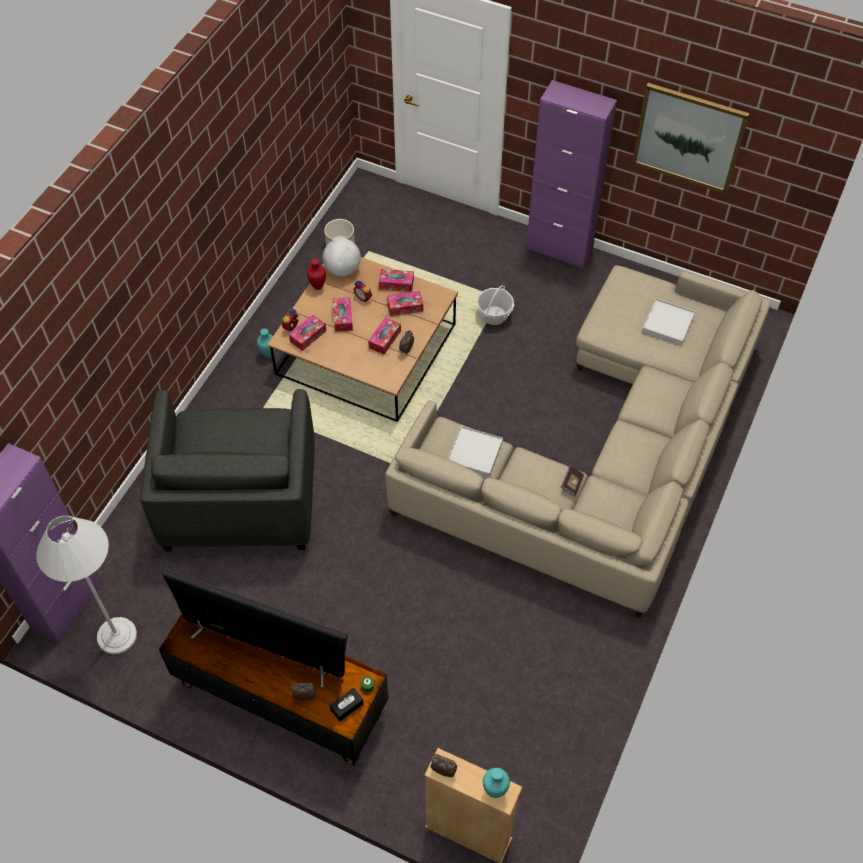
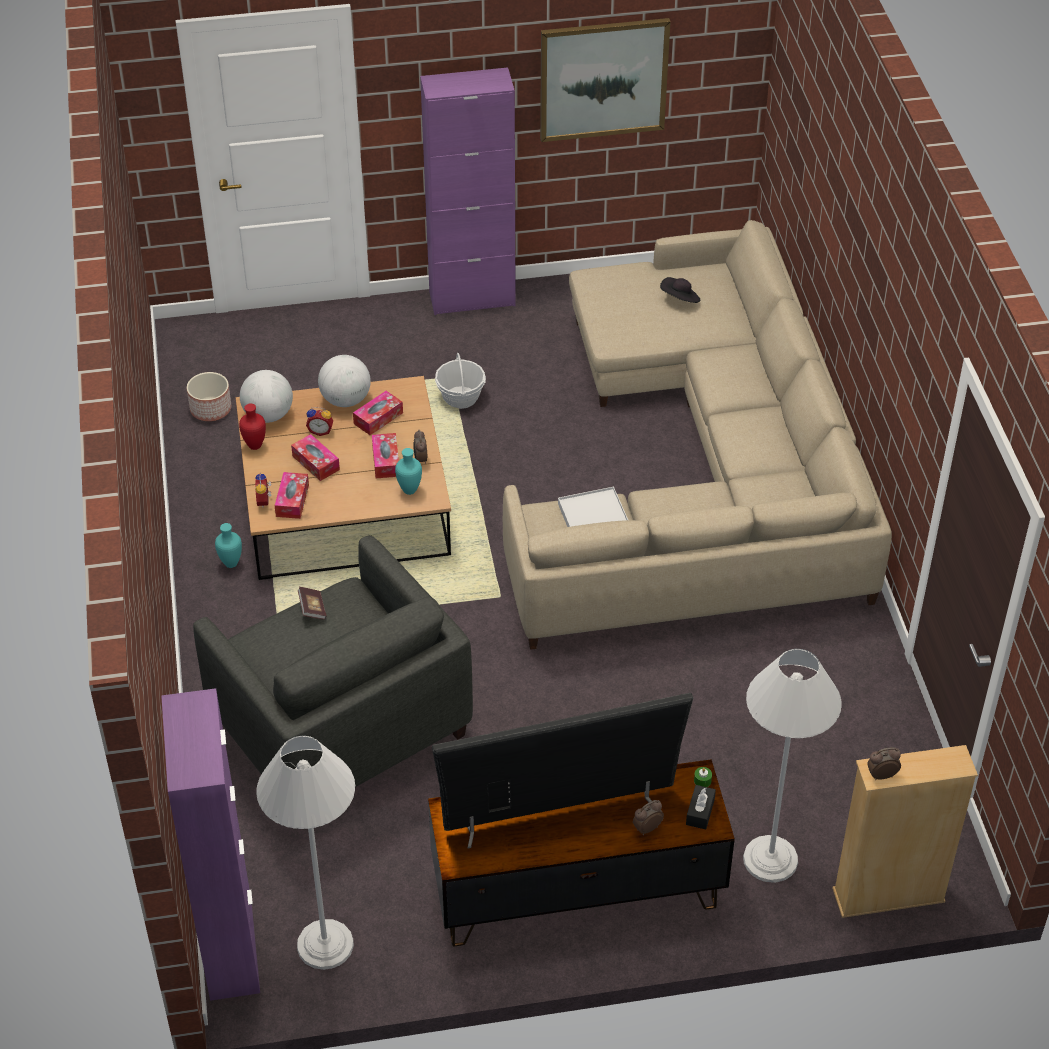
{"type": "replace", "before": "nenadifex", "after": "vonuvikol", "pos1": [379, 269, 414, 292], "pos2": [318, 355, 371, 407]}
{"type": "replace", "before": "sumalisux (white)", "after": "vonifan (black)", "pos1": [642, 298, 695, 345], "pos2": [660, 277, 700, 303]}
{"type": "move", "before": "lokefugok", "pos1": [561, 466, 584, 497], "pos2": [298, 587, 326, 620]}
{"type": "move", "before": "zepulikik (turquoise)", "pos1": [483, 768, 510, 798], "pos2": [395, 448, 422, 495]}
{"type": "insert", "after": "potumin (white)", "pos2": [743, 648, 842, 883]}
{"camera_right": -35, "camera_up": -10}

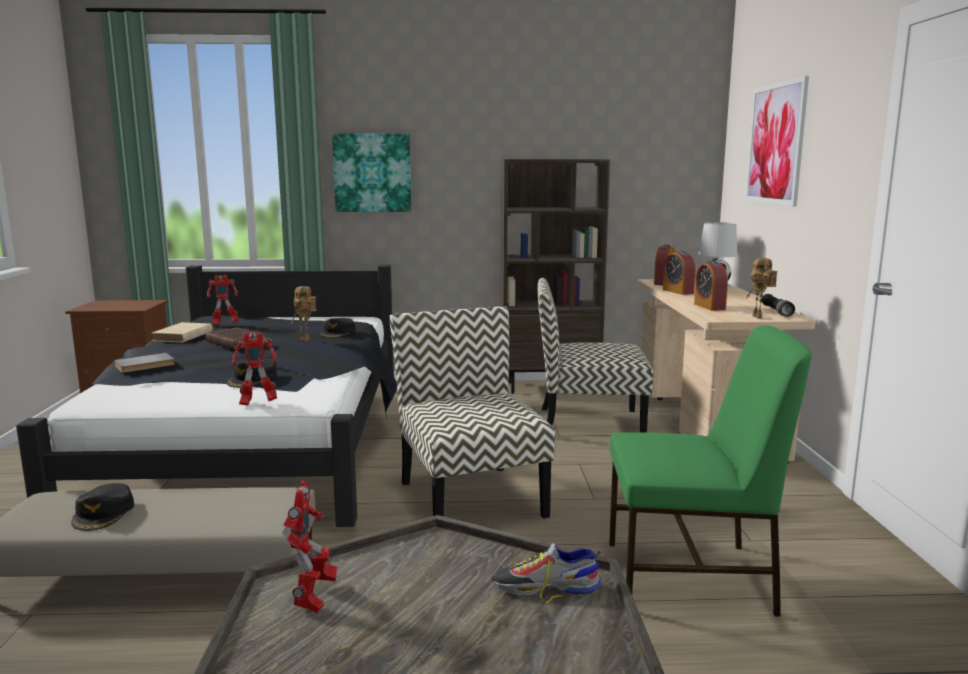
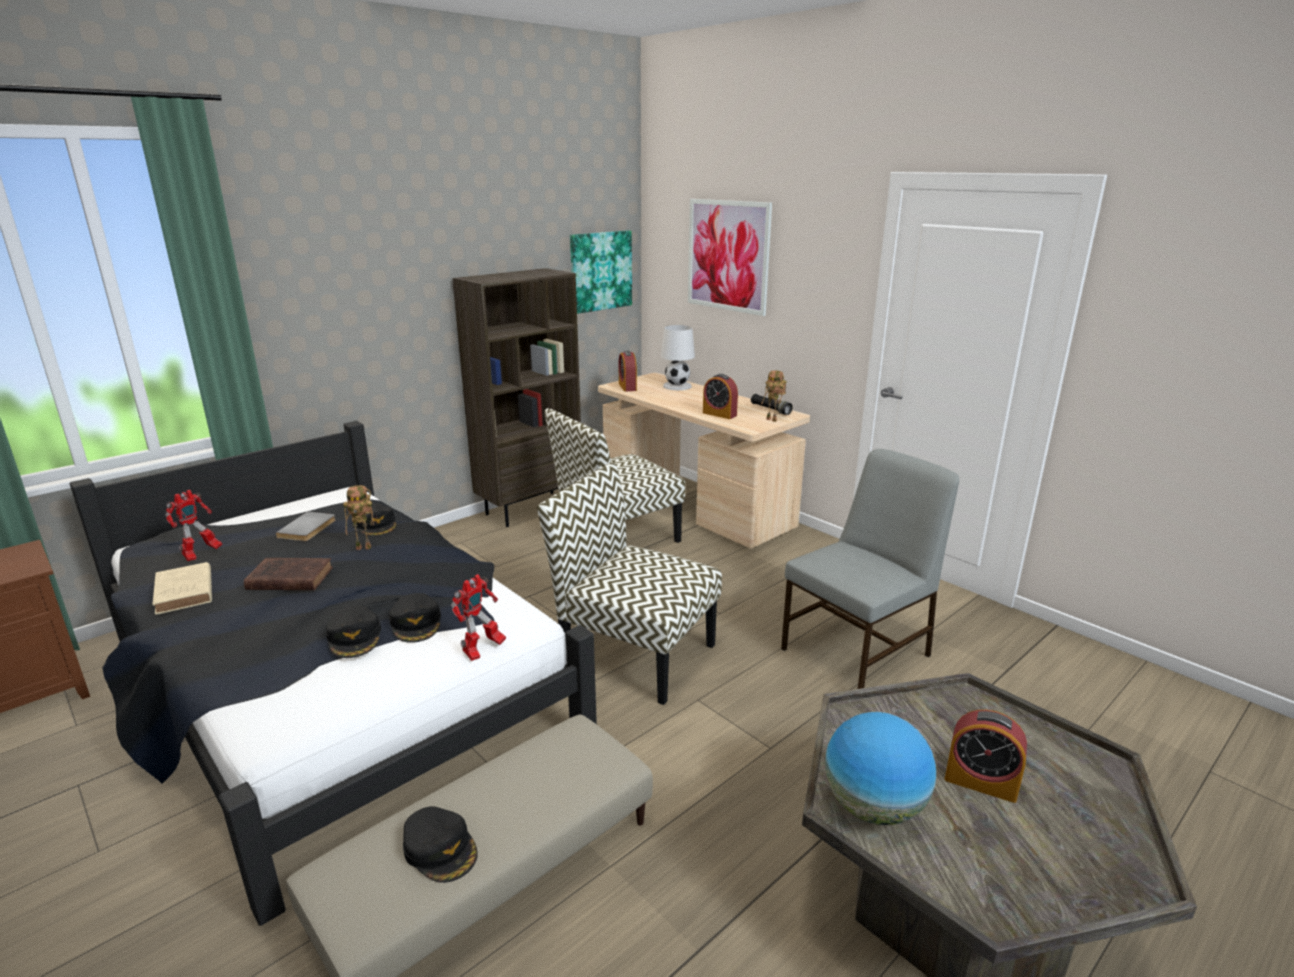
{"type": "move", "before": "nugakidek", "pos1": [332, 133, 412, 212], "pos2": [570, 230, 632, 314]}
{"type": "move", "before": "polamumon", "pos1": [663, 250, 696, 295], "pos2": [945, 710, 1027, 803]}
{"type": "recolor", "before": "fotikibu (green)", "after": "fotikibu (grey)", "pos1": [609, 325, 812, 617], "pos2": [781, 449, 959, 689]}
{"type": "move", "before": "lokefugok (grey)", "pos1": [114, 353, 175, 373], "pos2": [276, 512, 336, 541]}
{"type": "replace", "before": "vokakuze", "after": "vonuvikol", "pos1": [282, 480, 338, 613], "pos2": [825, 712, 936, 825]}
{"type": "delete", "before": "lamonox", "pos1": [492, 543, 601, 603]}
{"type": "insert", "after": "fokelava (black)", "pos2": [326, 606, 381, 658]}
{"camera_right": -40, "camera_up": 10}

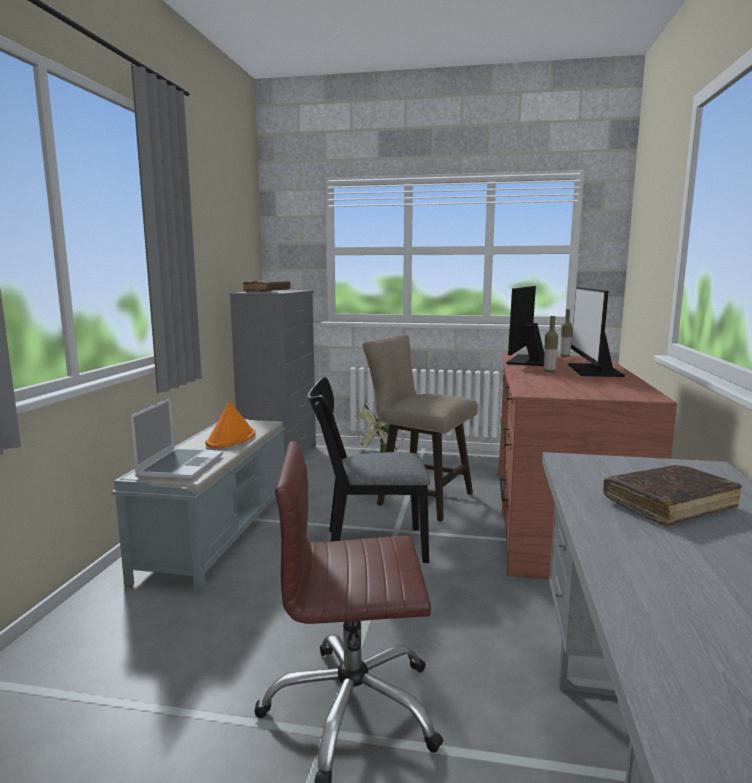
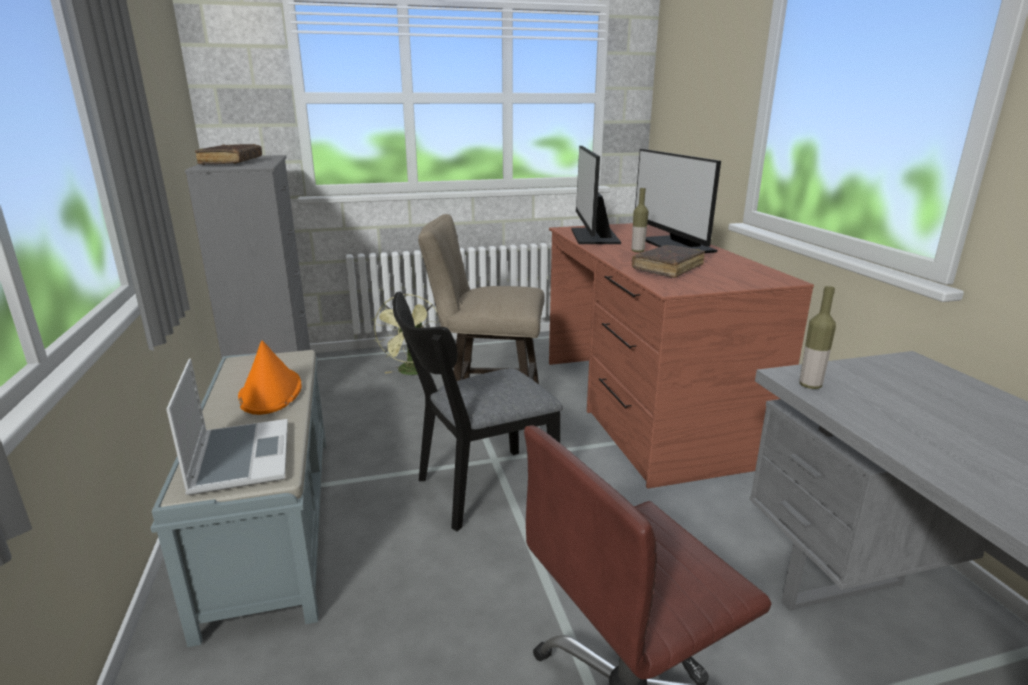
{"type": "move", "before": "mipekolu", "pos1": [560, 309, 573, 357], "pos2": [800, 286, 836, 389]}
{"type": "move", "before": "lokefugok (brown)", "pos1": [603, 465, 742, 526], "pos2": [632, 245, 705, 278]}
{"camera_right": -25, "camera_up": 10}

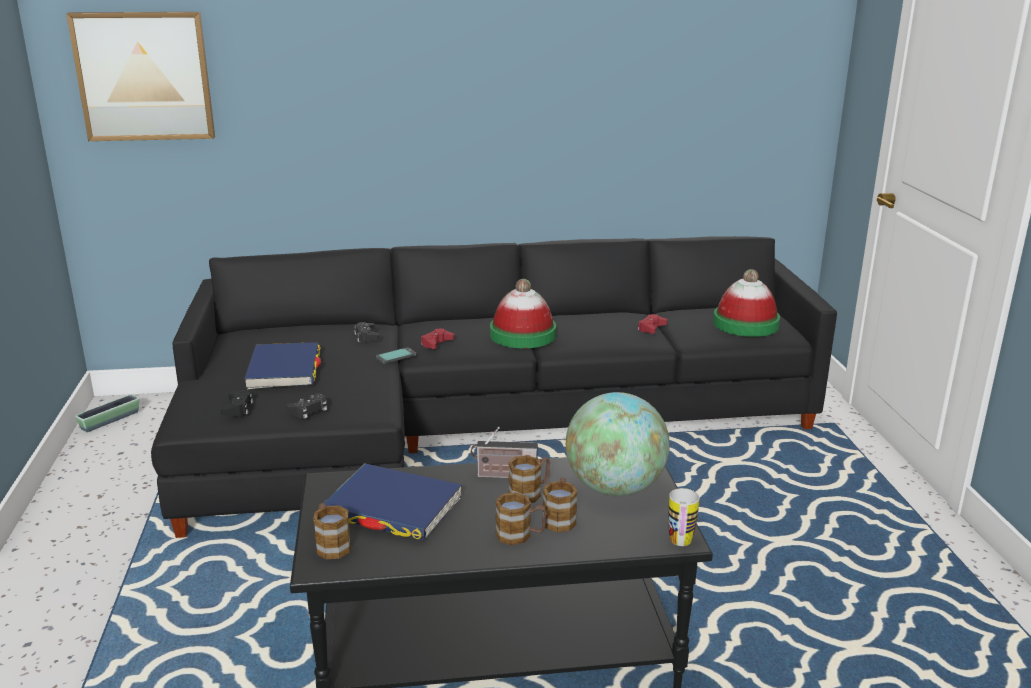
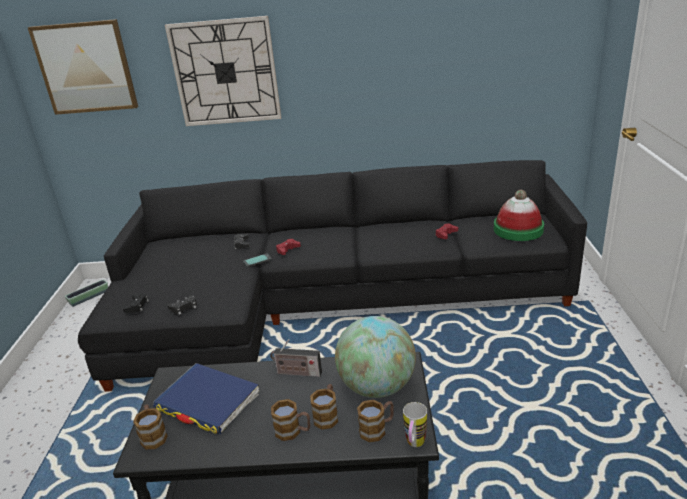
{"type": "delete", "before": "vonifan", "pos1": [490, 279, 556, 348]}
{"type": "delete", "before": "lokefugok (blue)", "pos1": [244, 342, 321, 389]}
{"type": "move", "before": "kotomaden", "pos1": [508, 455, 550, 503], "pos2": [357, 400, 394, 442]}
{"type": "insert", "after": "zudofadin", "pos2": [165, 16, 282, 126]}
{"camera_right": 10, "camera_up": 5}

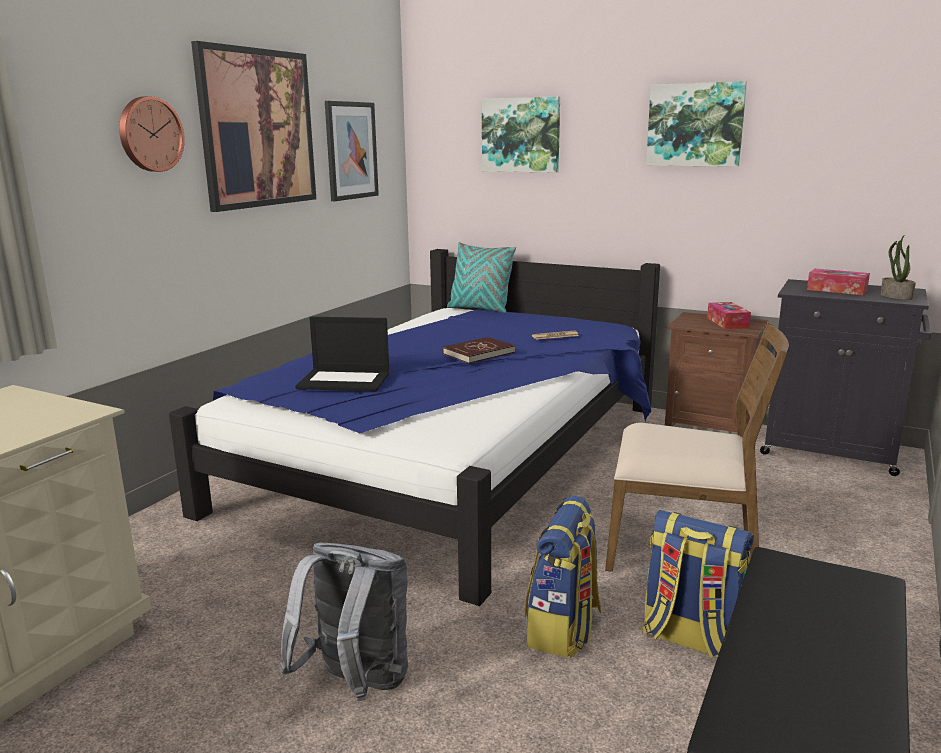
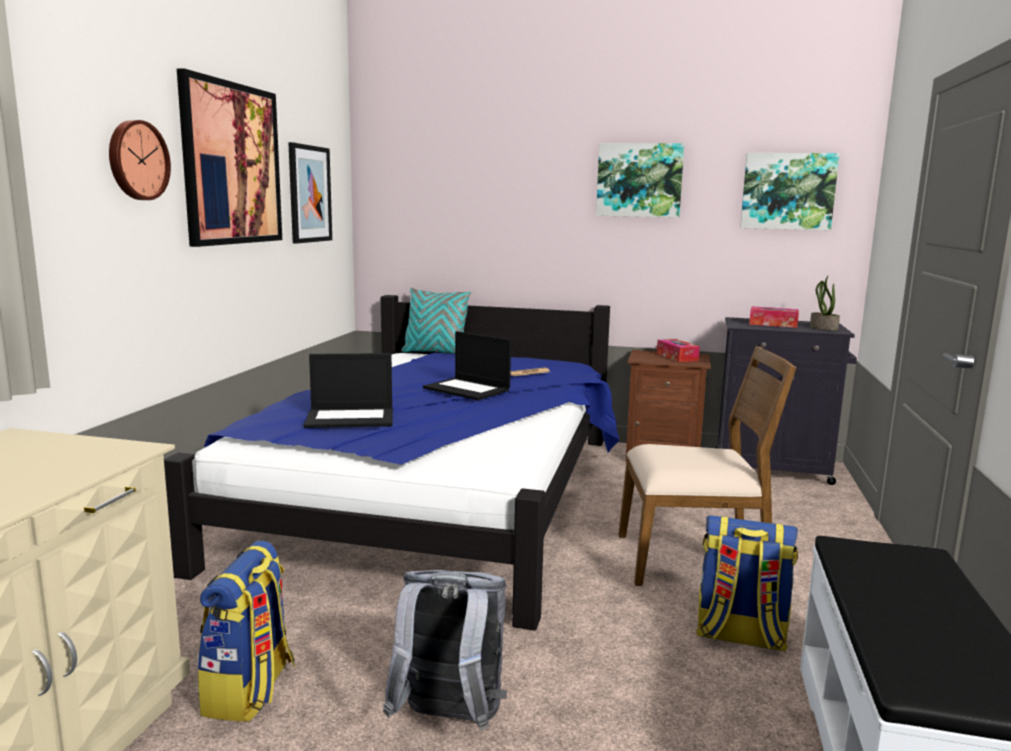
{"type": "move", "before": "nugakidek", "pos1": [482, 96, 560, 173], "pos2": [740, 153, 840, 230]}
{"type": "replace", "before": "lokefugok (red)", "after": "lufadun", "pos1": [442, 337, 515, 363], "pos2": [423, 331, 511, 400]}
{"type": "move", "before": "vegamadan", "pos1": [525, 496, 601, 658], "pos2": [197, 541, 295, 722]}
{"camera_right": -15, "camera_up": -5}

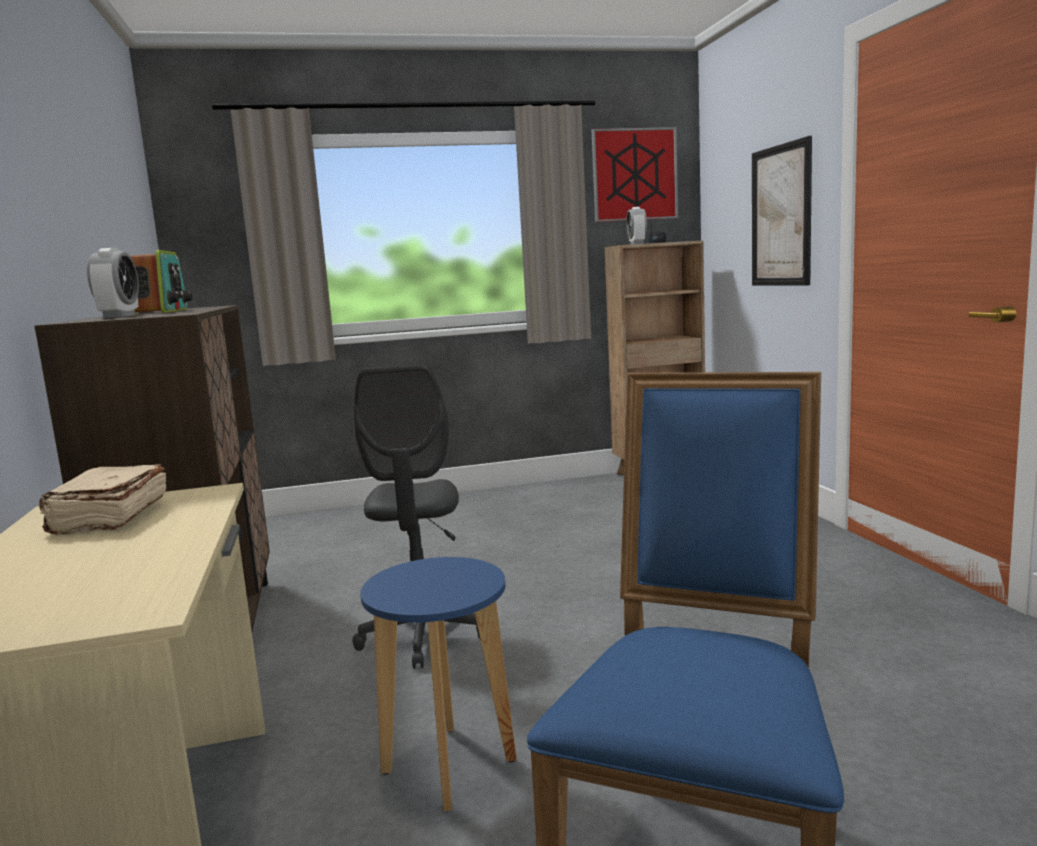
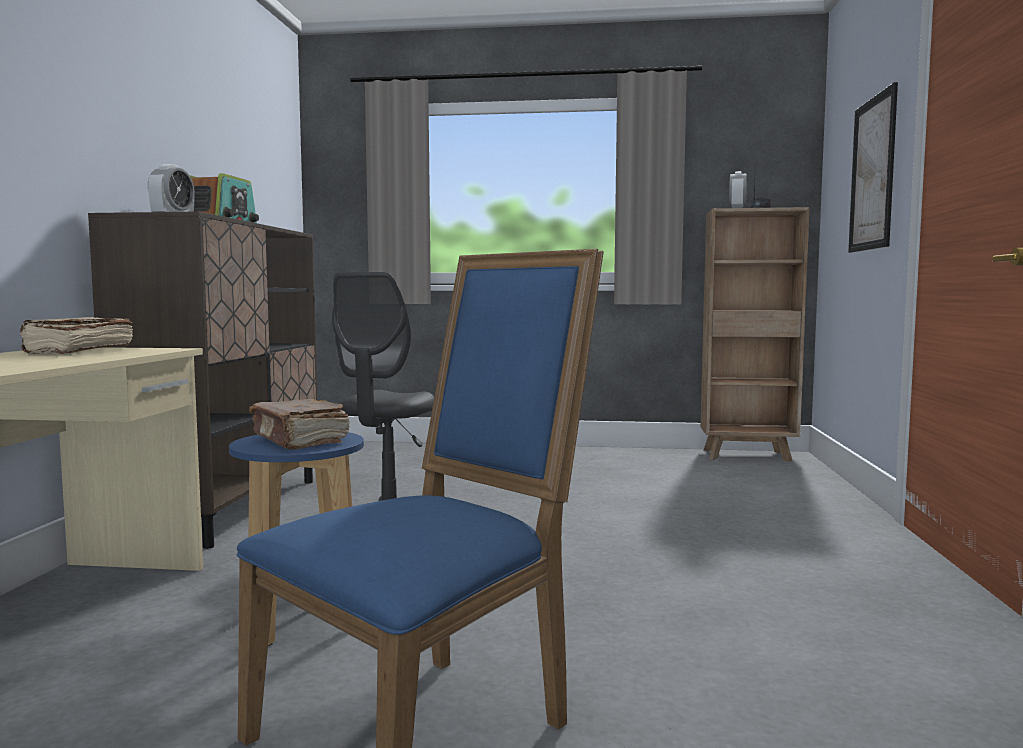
{"type": "delete", "before": "nugakidek", "pos1": [592, 127, 678, 222]}
{"type": "insert", "after": "lokefugok (brown)", "pos2": [249, 399, 350, 450]}
{"camera_right": 20, "camera_up": -5}

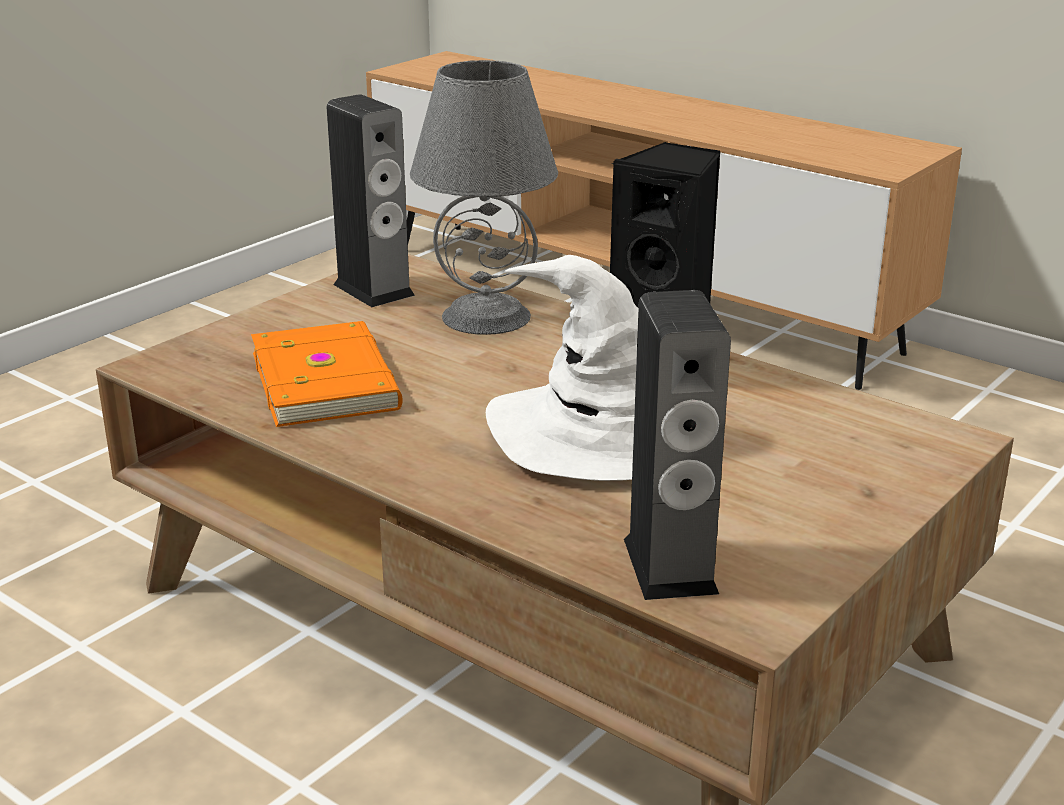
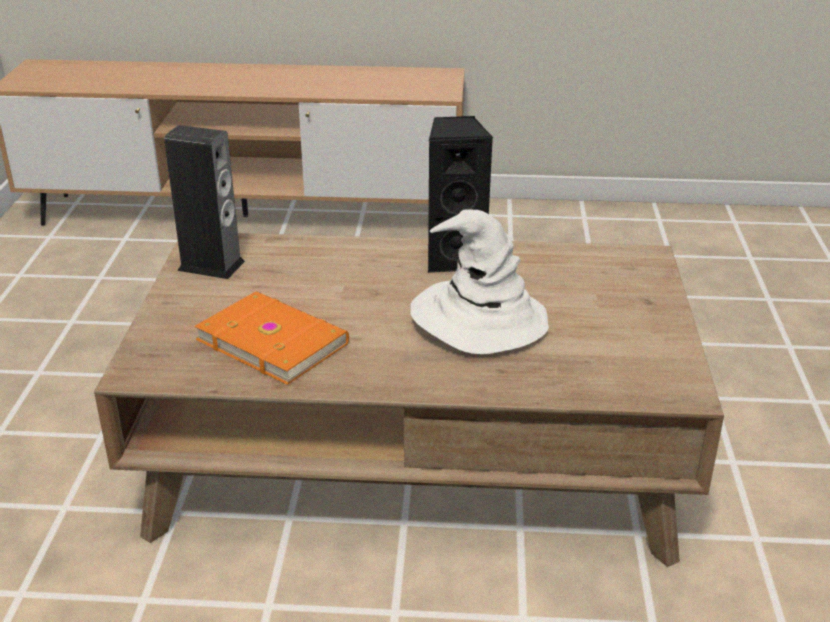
{"type": "delete", "before": "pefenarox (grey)", "pos1": [410, 60, 558, 335]}
{"type": "delete", "before": "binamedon", "pos1": [624, 290, 731, 600]}
{"camera_right": -35, "camera_up": 5}

